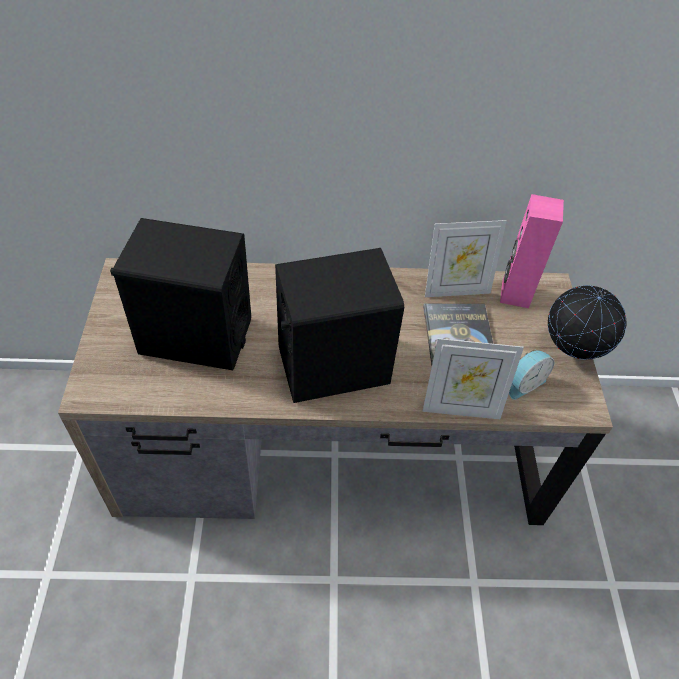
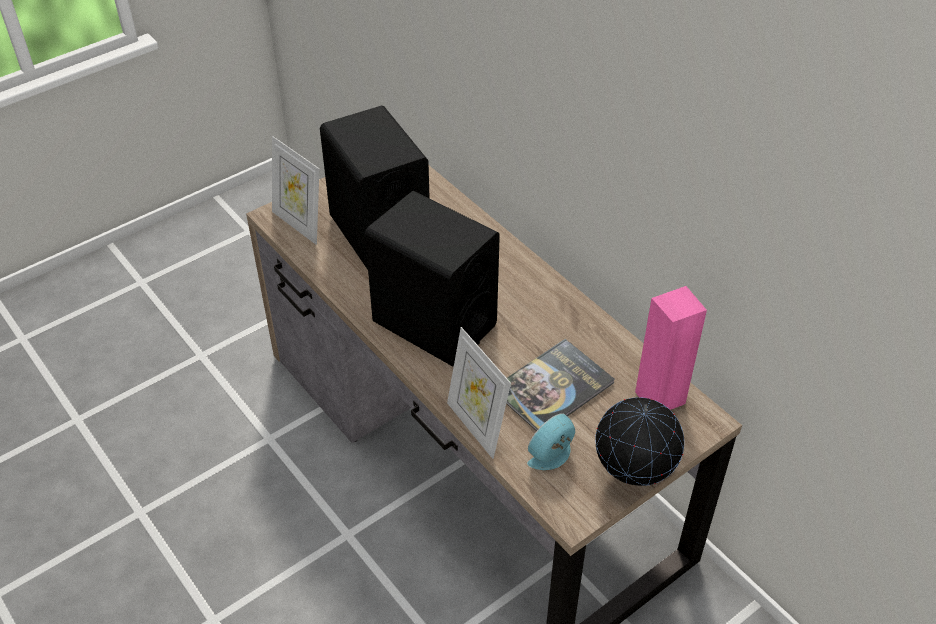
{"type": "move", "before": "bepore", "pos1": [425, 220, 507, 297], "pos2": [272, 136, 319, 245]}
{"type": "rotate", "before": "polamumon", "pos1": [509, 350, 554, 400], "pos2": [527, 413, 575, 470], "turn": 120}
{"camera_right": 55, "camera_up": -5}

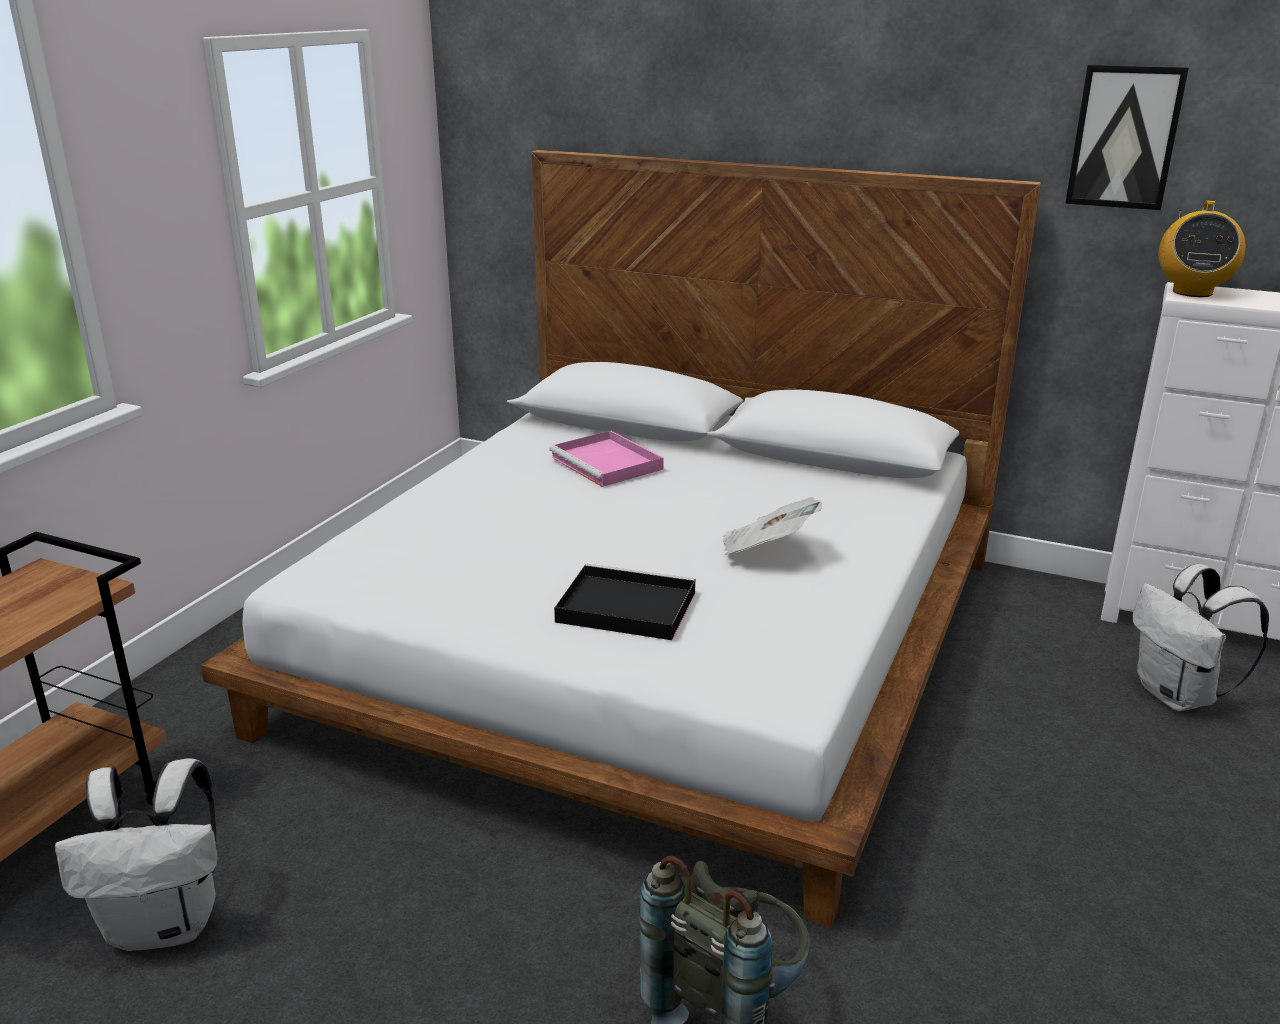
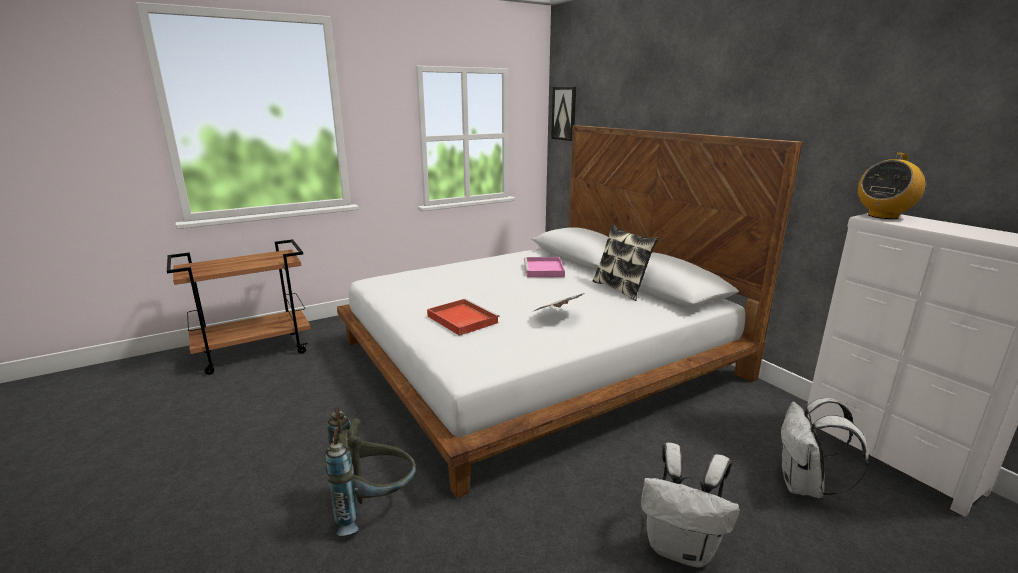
{"type": "move", "before": "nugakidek", "pos1": [1065, 65, 1189, 210], "pos2": [551, 87, 576, 141]}
{"type": "recolor", "before": "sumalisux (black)", "after": "sumalisux (red)", "pos1": [554, 564, 696, 640], "pos2": [427, 299, 500, 336]}
{"type": "move", "before": "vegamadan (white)", "pos1": [55, 758, 217, 951], "pos2": [641, 443, 740, 568]}
{"type": "insert", "after": "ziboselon", "pos2": [593, 224, 658, 301]}
{"camera_right": 35, "camera_up": -5}

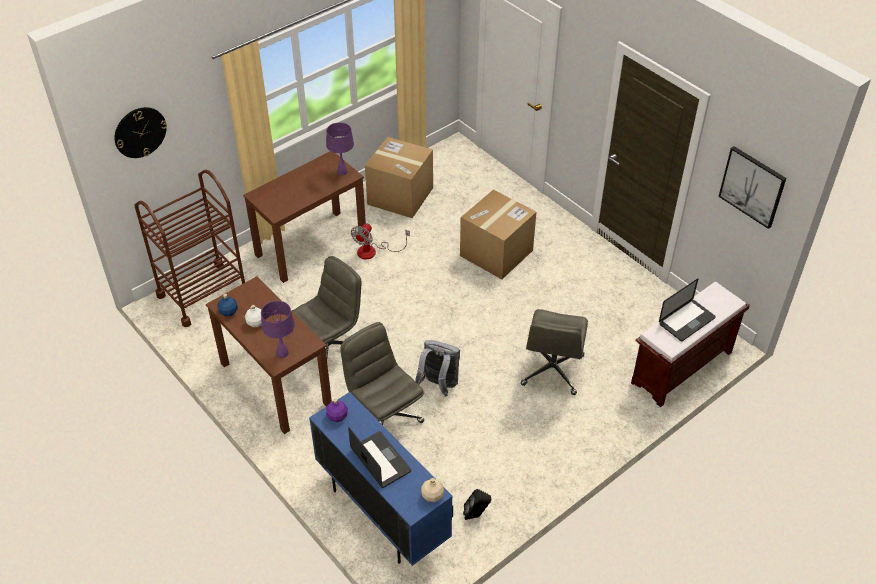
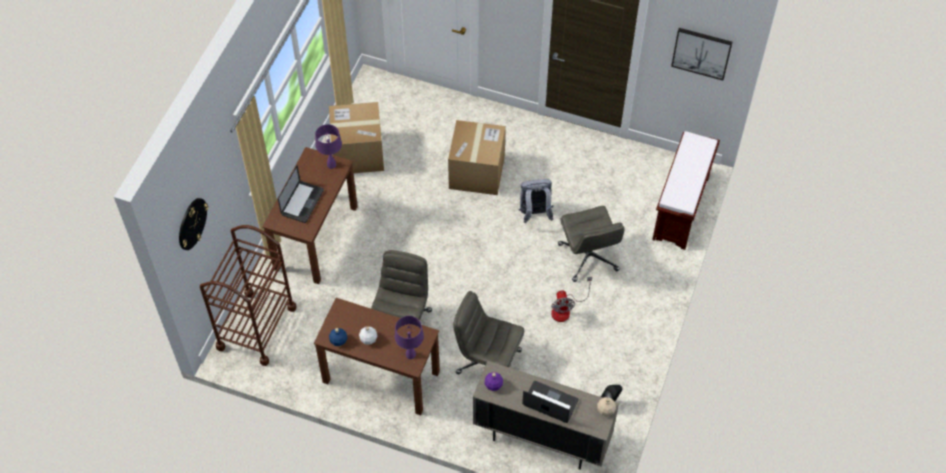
{"type": "move", "before": "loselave", "pos1": [351, 223, 410, 259], "pos2": [551, 277, 592, 322]}
{"type": "move", "before": "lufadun", "pos1": [659, 278, 716, 341], "pos2": [278, 165, 324, 223]}
{"type": "move", "before": "vegamadan (grey)", "pos1": [415, 340, 460, 396], "pos2": [518, 179, 553, 223]}
{"type": "recolor", "before": "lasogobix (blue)", "after": "lasogobix (beige)", "pos1": [309, 392, 453, 566], "pos2": [473, 361, 619, 470]}
{"camera_right": -30, "camera_up": 10}

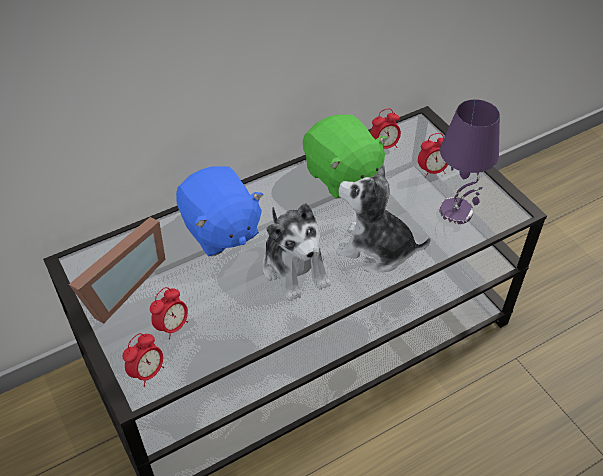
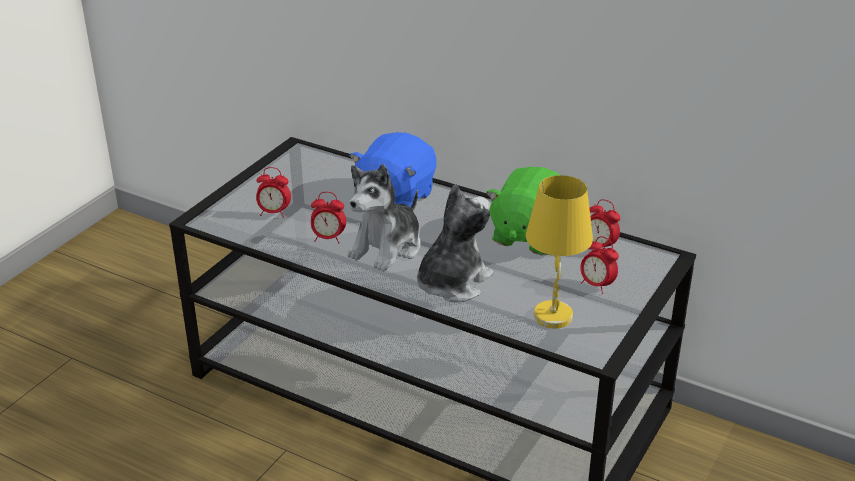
{"type": "recolor", "before": "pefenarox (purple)", "after": "pefenarox (yellow)", "pos1": [440, 99, 500, 224], "pos2": [526, 175, 593, 328]}
{"type": "rotate", "before": "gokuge", "pos1": [336, 164, 431, 272], "pos2": [417, 184, 493, 302], "turn": 45}
{"type": "delete", "before": "bepore", "pos1": [69, 217, 165, 324]}
{"type": "move", "before": "polamumon", "pos1": [123, 333, 164, 387], "pos2": [311, 192, 346, 243]}
{"camera_right": 60, "camera_up": -15}

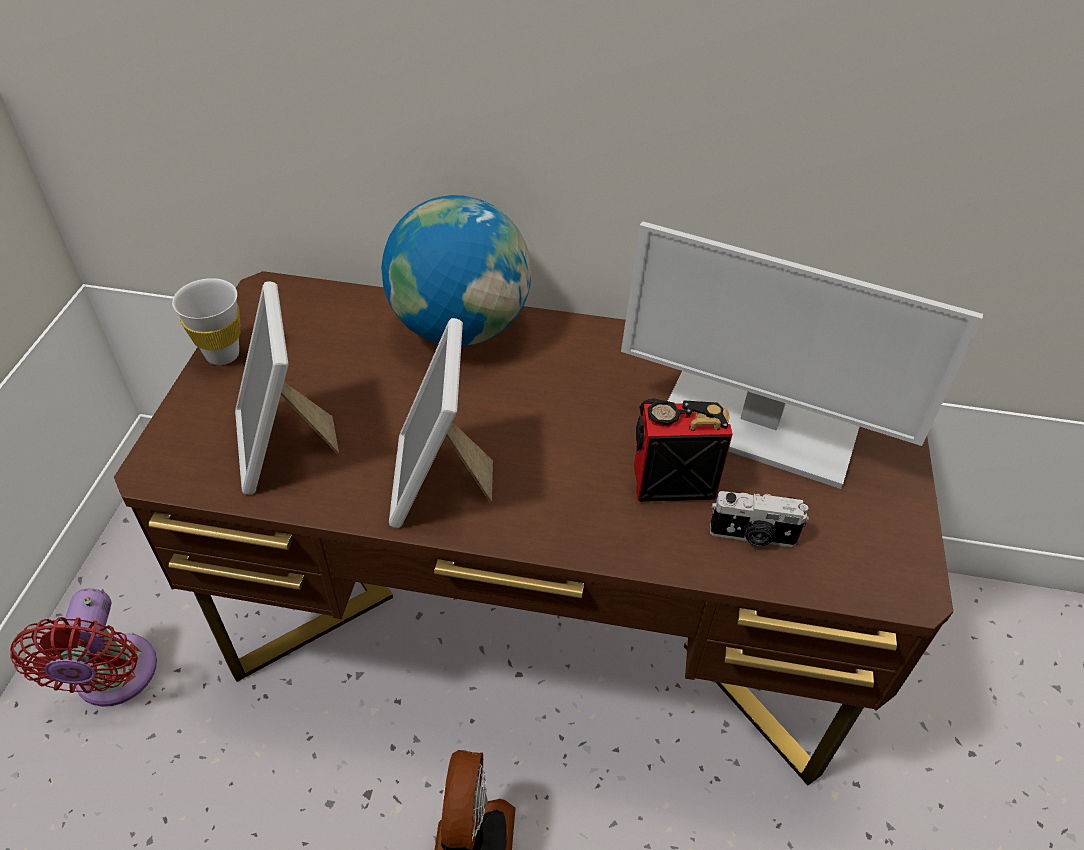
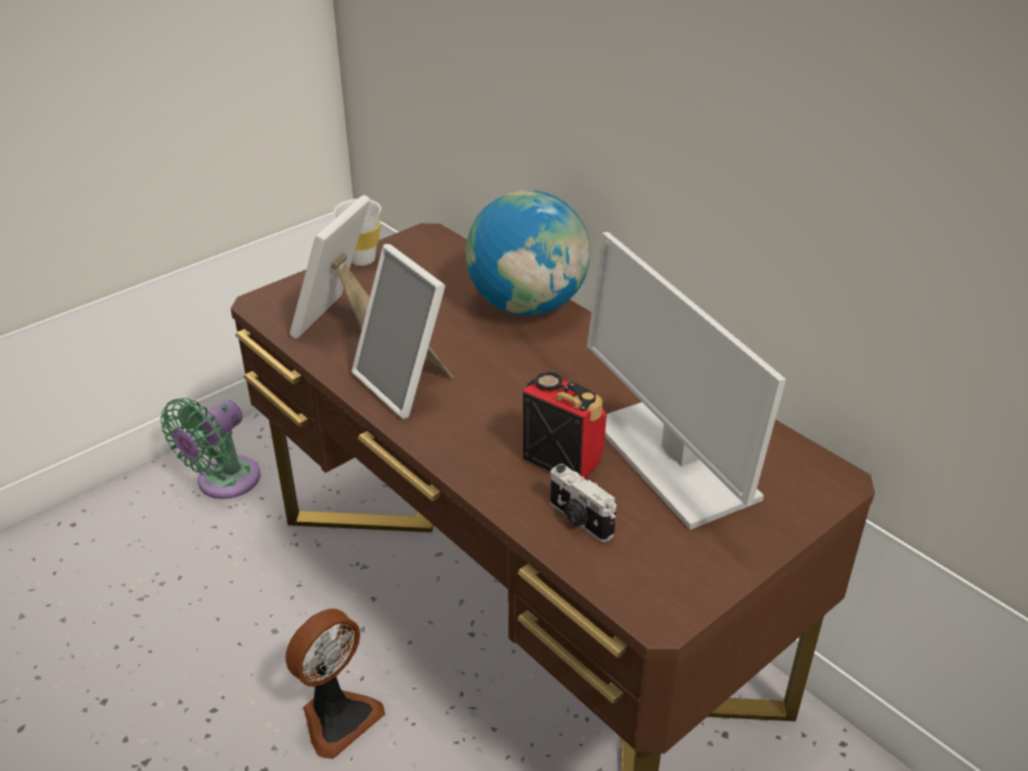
{"type": "rotate", "before": "bepore", "pos1": [389, 318, 493, 528], "pos2": [352, 244, 454, 419], "turn": -75}
{"type": "recolor", "before": "loselave (red)", "after": "loselave (green)", "pos1": [10, 588, 157, 707], "pos2": [160, 398, 261, 499]}
{"camera_right": 40, "camera_up": -10}

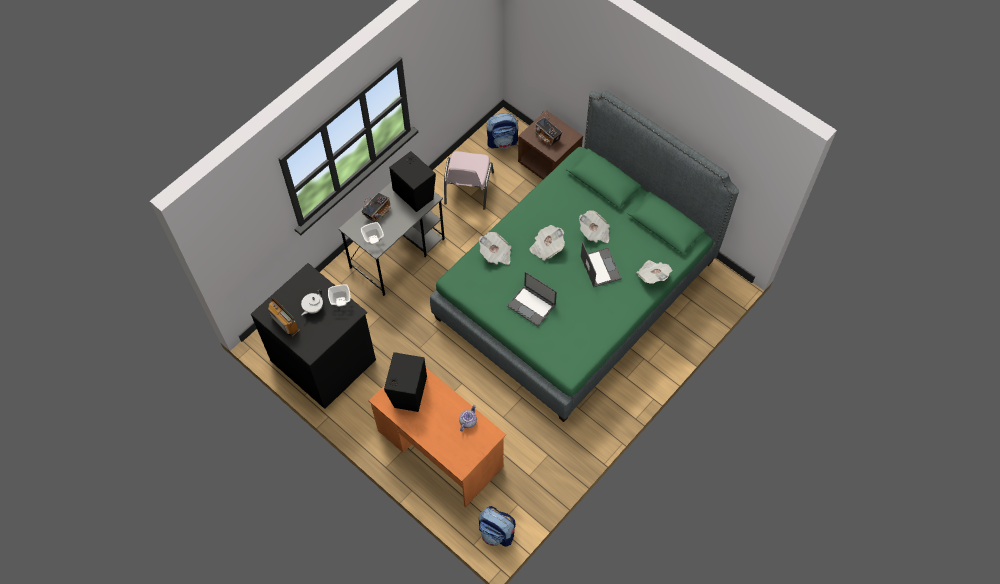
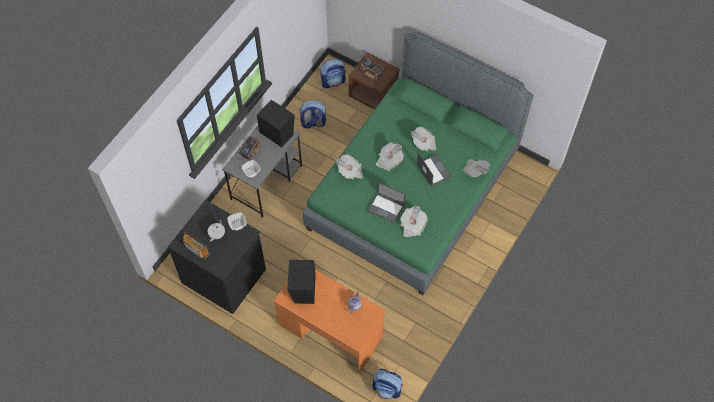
{"type": "replace", "before": "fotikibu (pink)", "after": "vegamadan", "pos1": [444, 151, 494, 210], "pos2": [299, 100, 326, 128]}
{"type": "insert", "after": "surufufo", "pos2": [400, 206, 428, 237]}
{"camera_right": -10, "camera_up": 0}

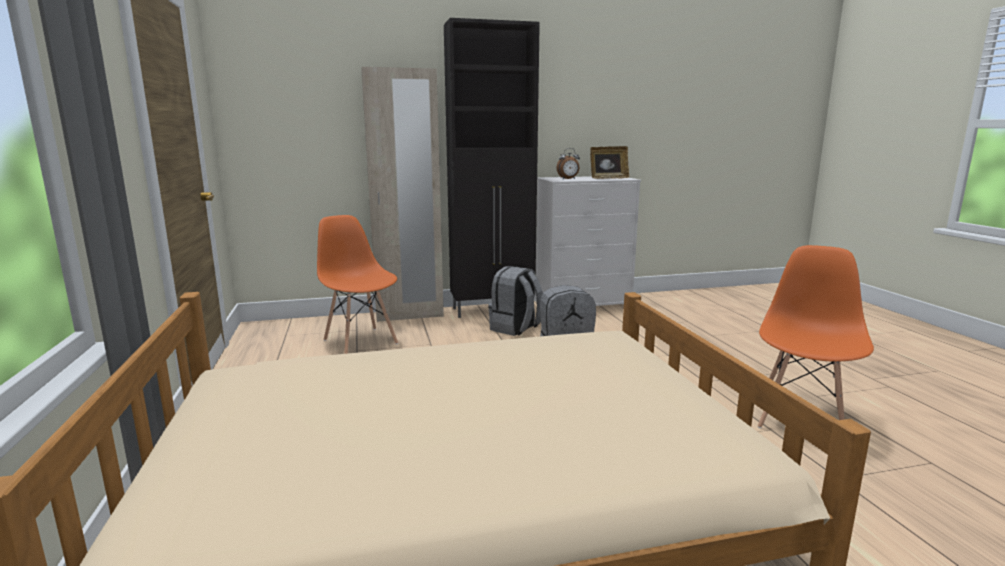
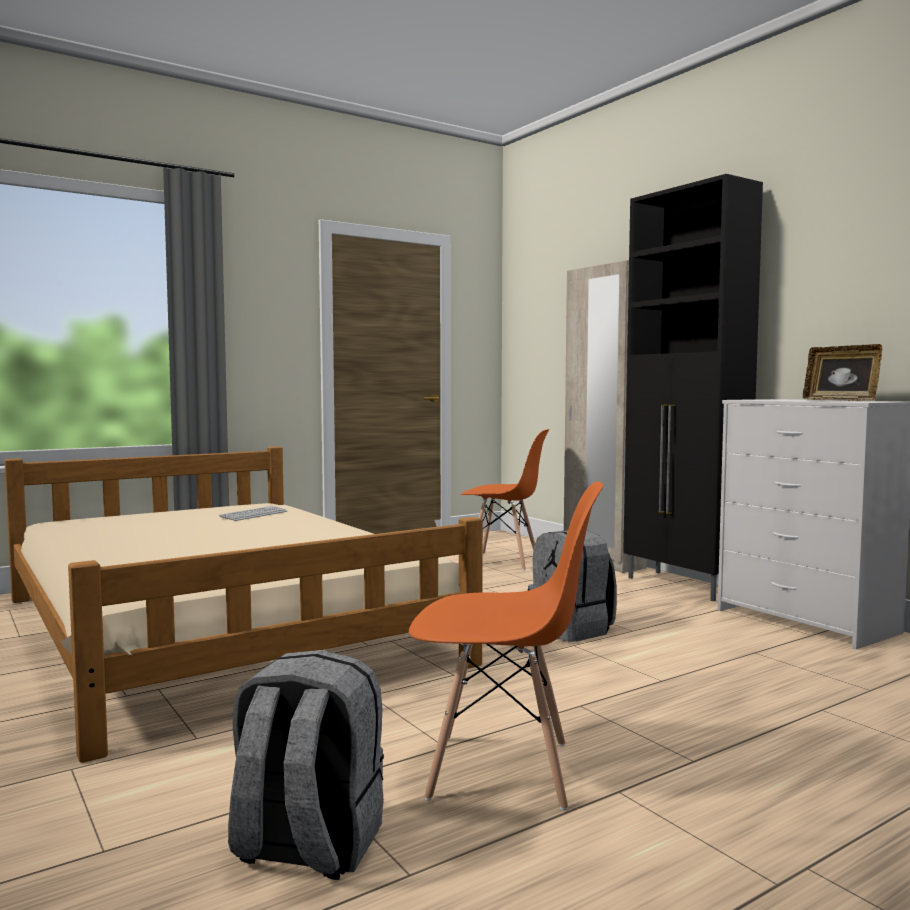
{"type": "delete", "before": "polamumon", "pos1": [556, 148, 580, 179]}
{"type": "rotate", "before": "fotikibu (orange)", "pos1": [317, 215, 398, 354], "pos2": [461, 429, 549, 571], "turn": 75}
{"type": "move", "before": "vegamadan (grey)", "pos1": [488, 266, 543, 336], "pos2": [228, 650, 384, 880]}
{"type": "insert", "after": "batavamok", "pos2": [219, 506, 288, 521]}
{"camera_right": 70, "camera_up": -10}

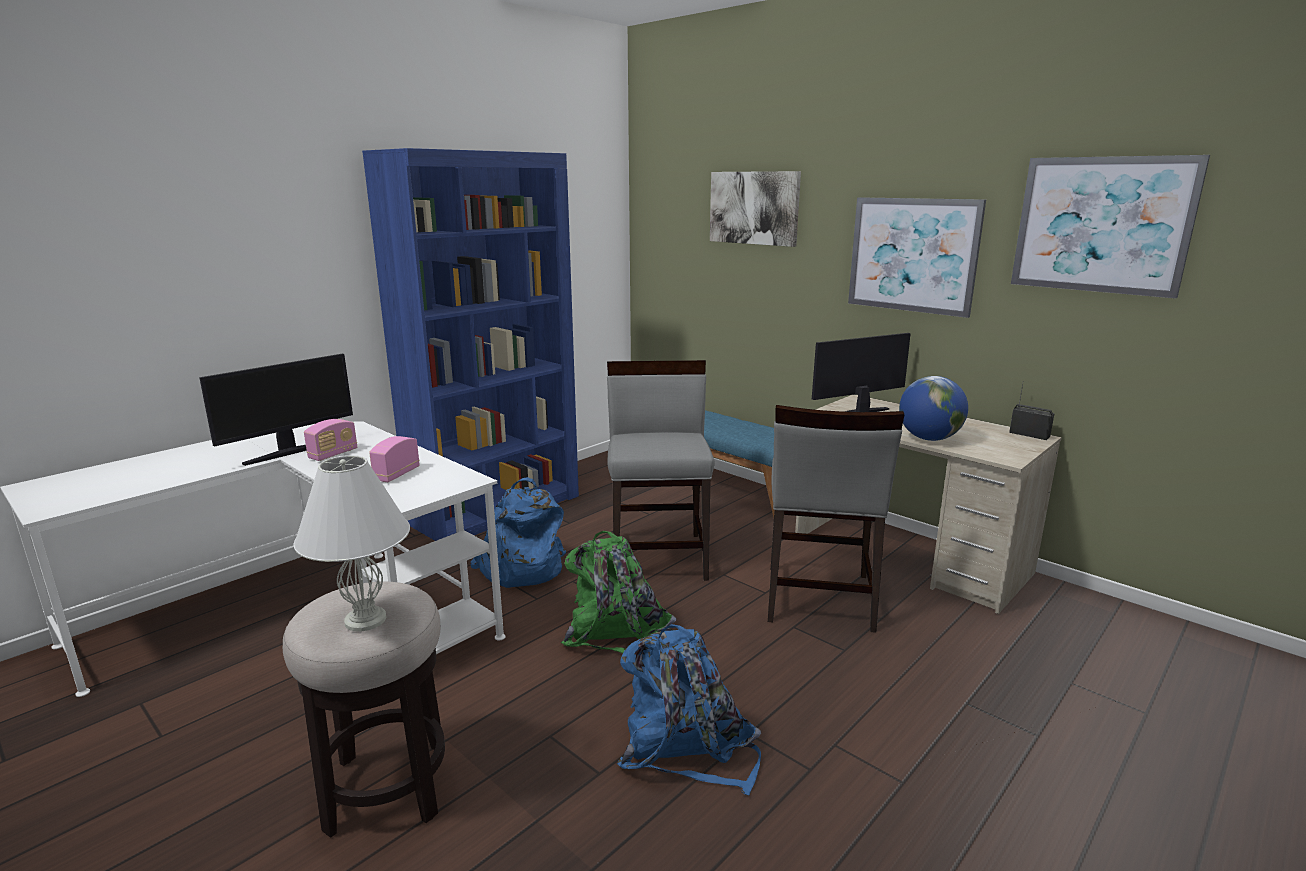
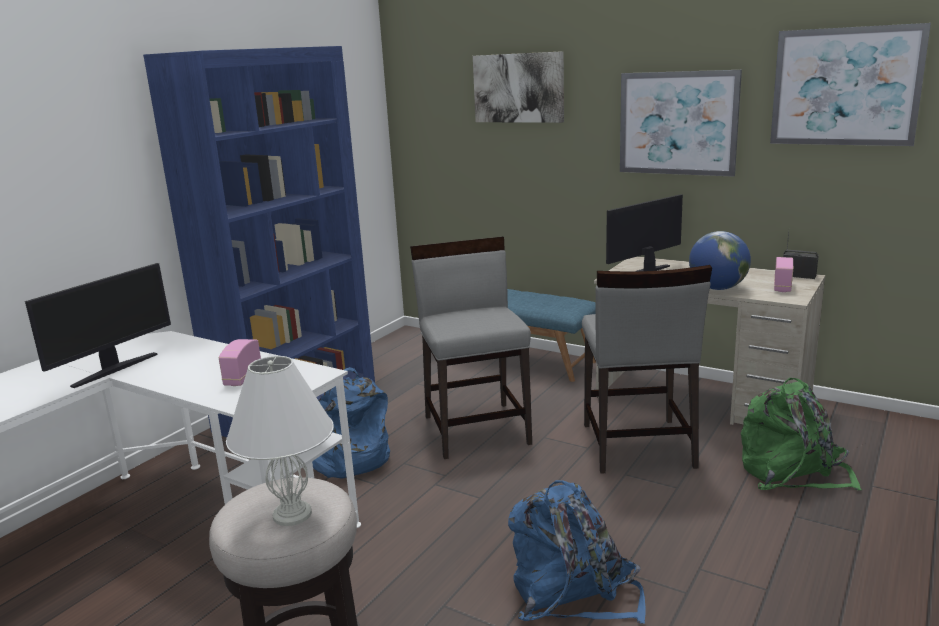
{"type": "move", "before": "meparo", "pos1": [304, 419, 357, 461], "pos2": [774, 257, 793, 292]}
{"type": "move", "before": "vegamadan (green)", "pos1": [561, 531, 677, 653], "pos2": [741, 378, 862, 490]}
{"camera_right": -10, "camera_up": 0}

